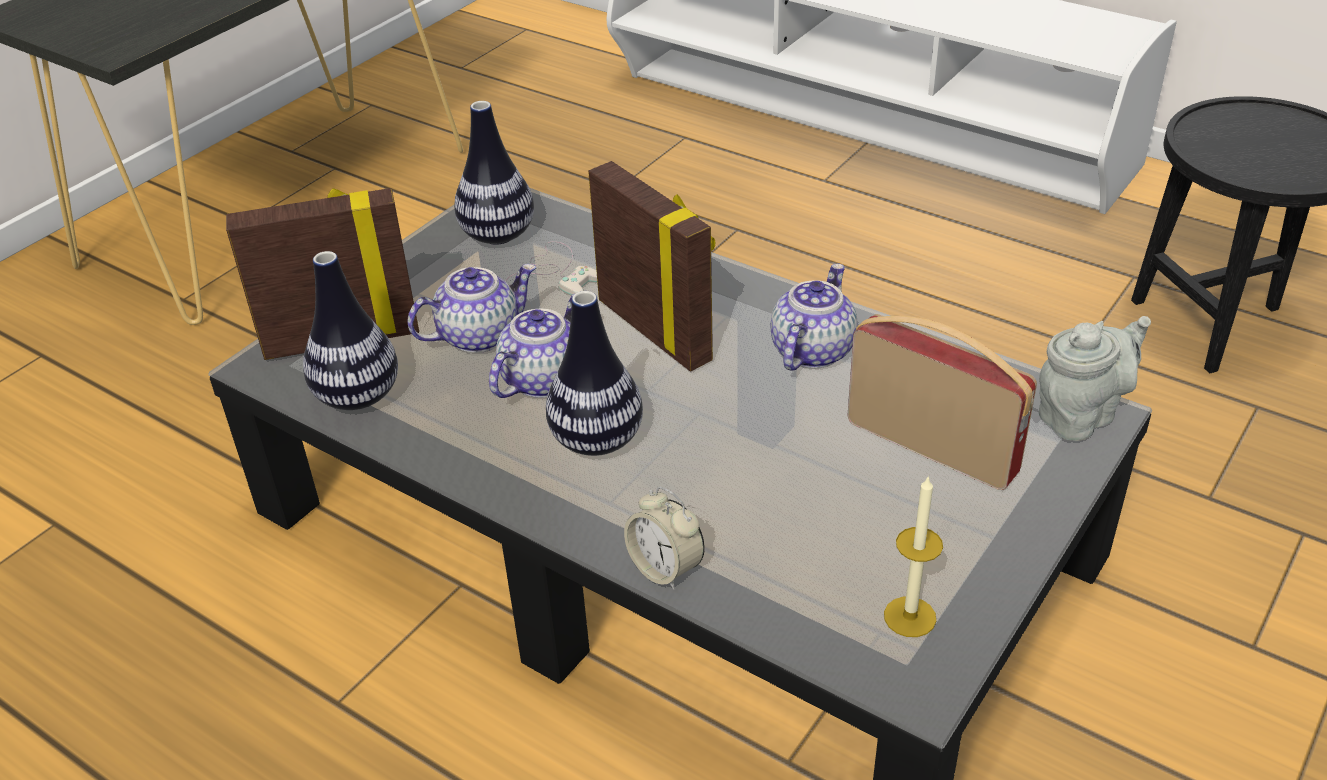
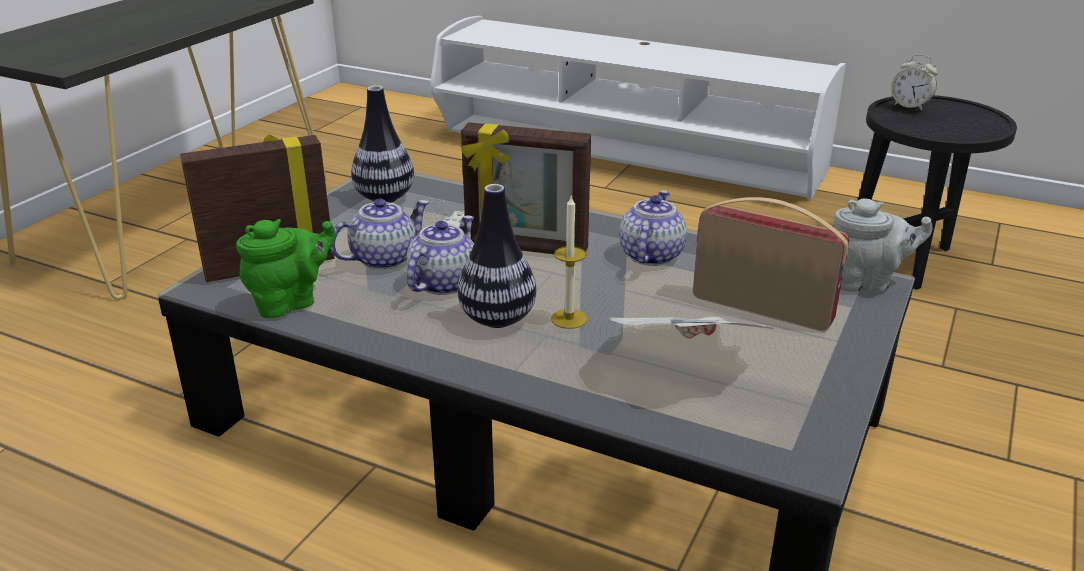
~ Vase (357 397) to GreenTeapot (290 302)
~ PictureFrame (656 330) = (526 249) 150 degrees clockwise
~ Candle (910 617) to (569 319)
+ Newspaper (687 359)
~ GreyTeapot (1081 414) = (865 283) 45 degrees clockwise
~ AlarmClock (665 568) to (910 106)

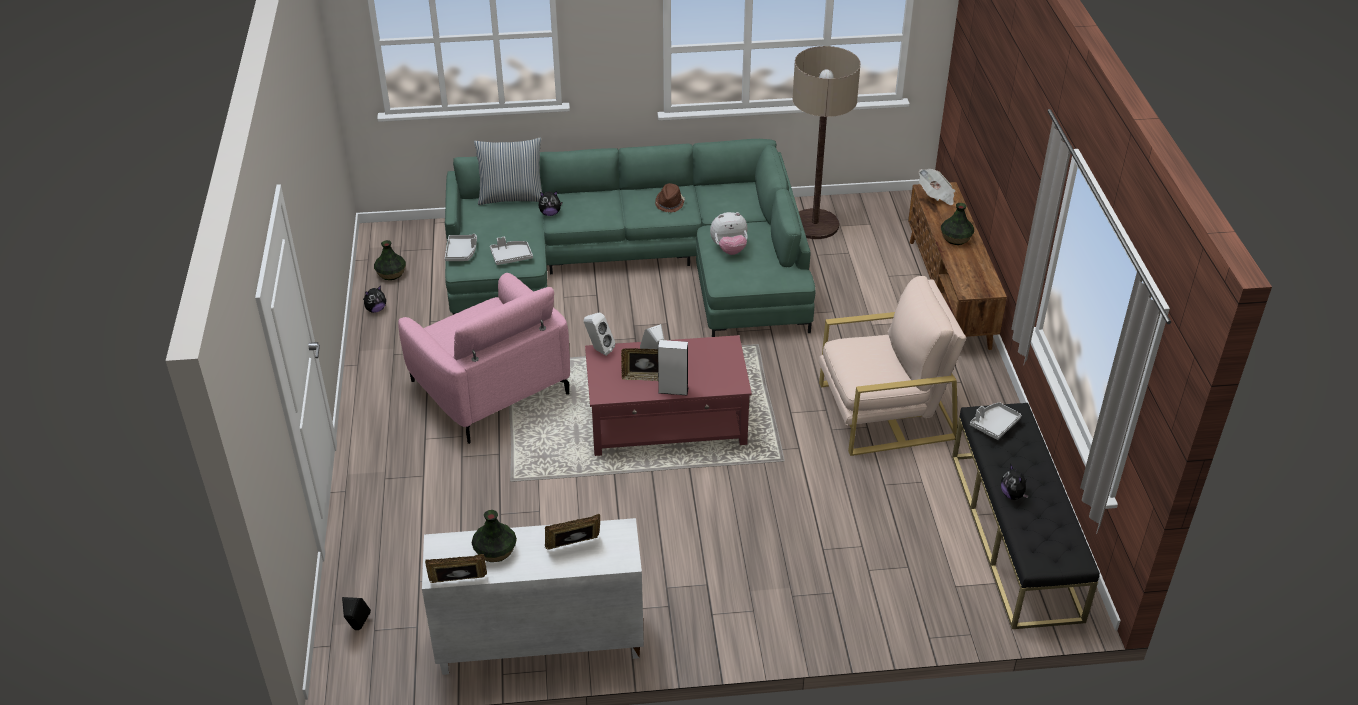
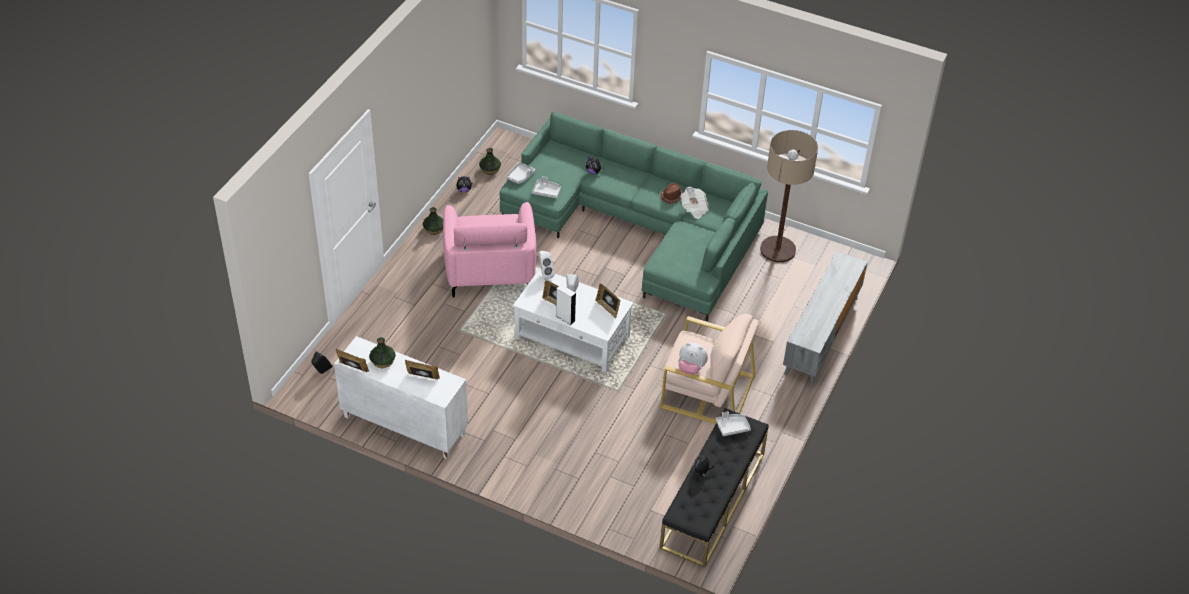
~ Vase (955 238) to (434 229)
~ RedCoffeeTable (668 422) to WhiteCoffeeTable (572 337)
+ PictureFrame (608 308)
~ PlushToy (729 249) to (691 368)
~ Newspaper (936 196) to (694 208)
~ BrownTvStand (949 293) to GreyTvStand (821 336)
- Pillow (511 197)

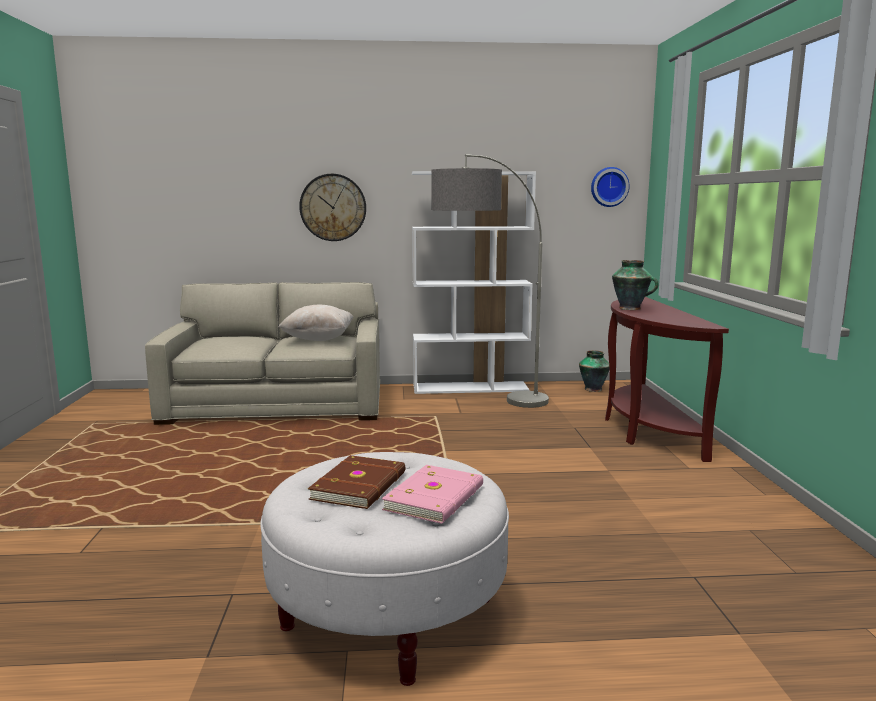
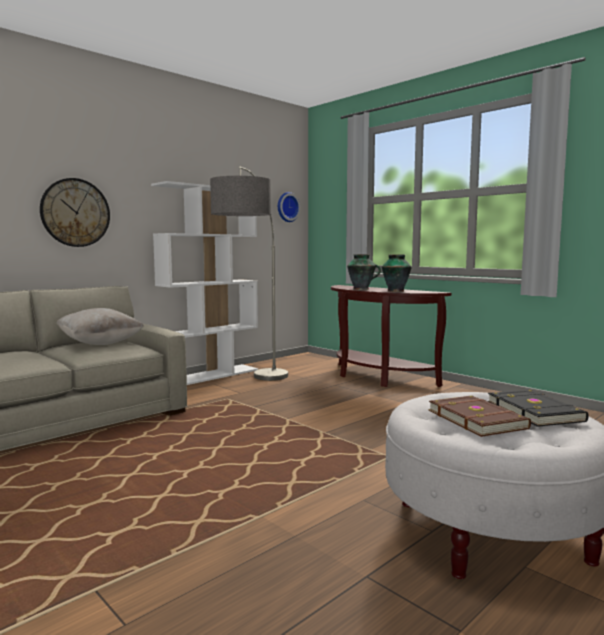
~ Vase (593 389) to (395 291)
~ PinkBook (436 498) to BlackBook (535 411)

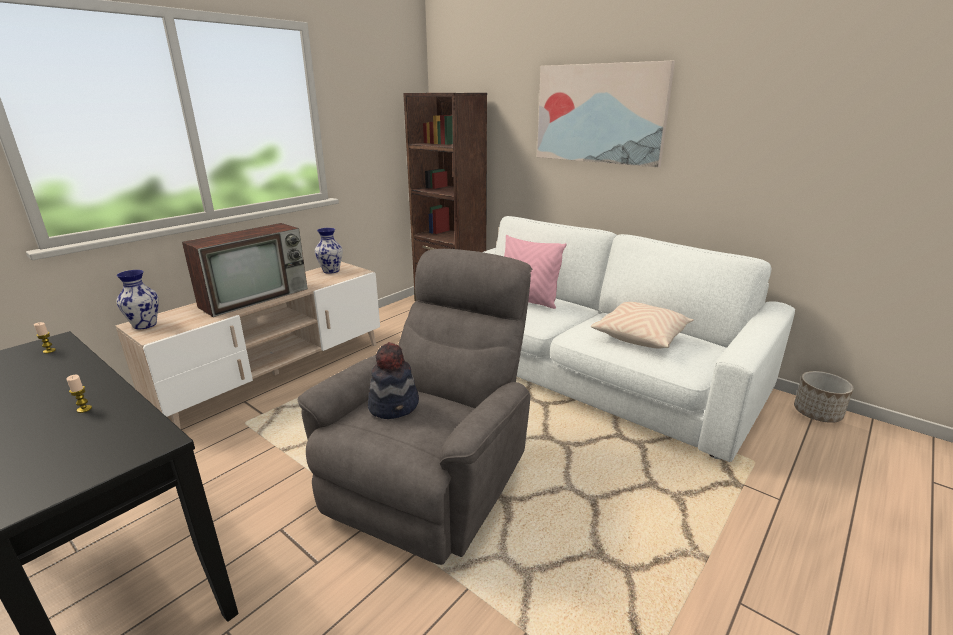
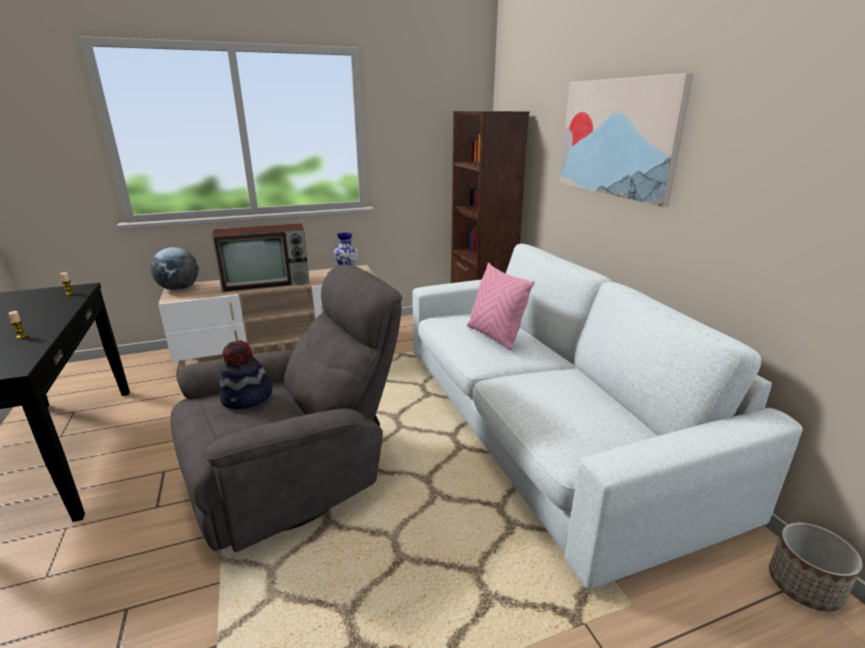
~ Vase (145 325) to Globe (179 289)
- BeigePillow (641 336)

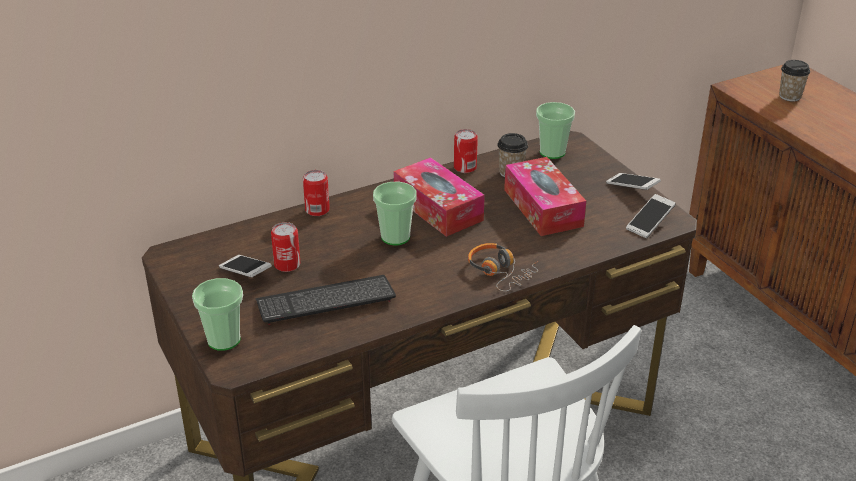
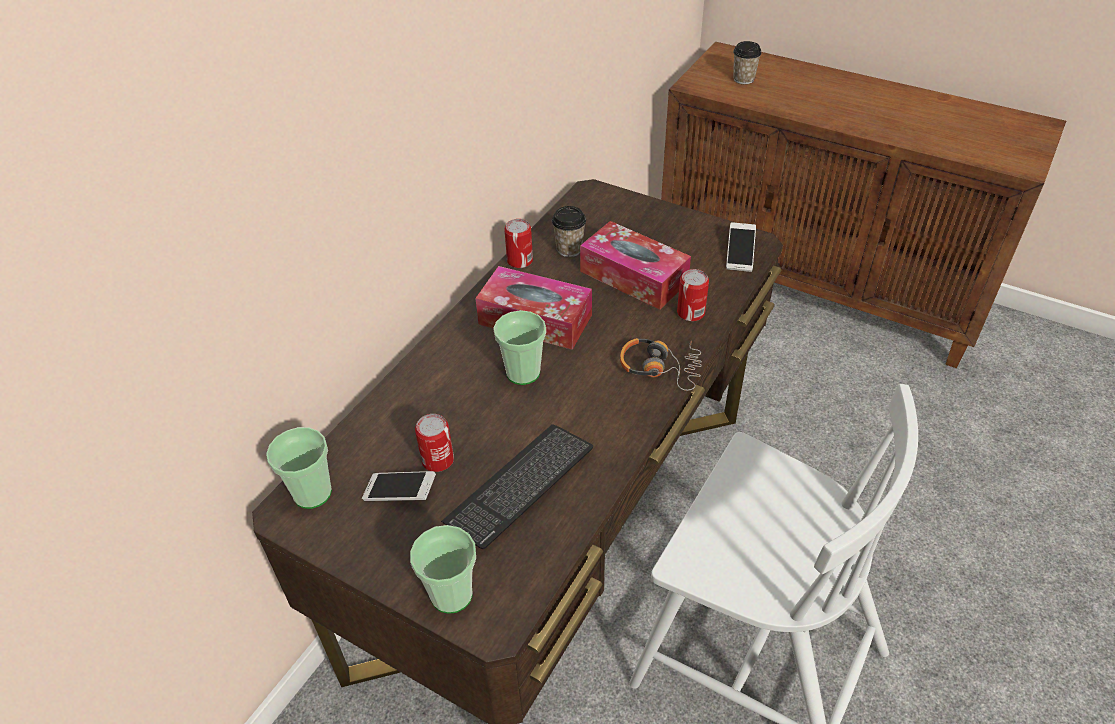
~ Cup (552 152) to (312 493)
~ Can (317 210) to (690 313)
- Phone (632 188)

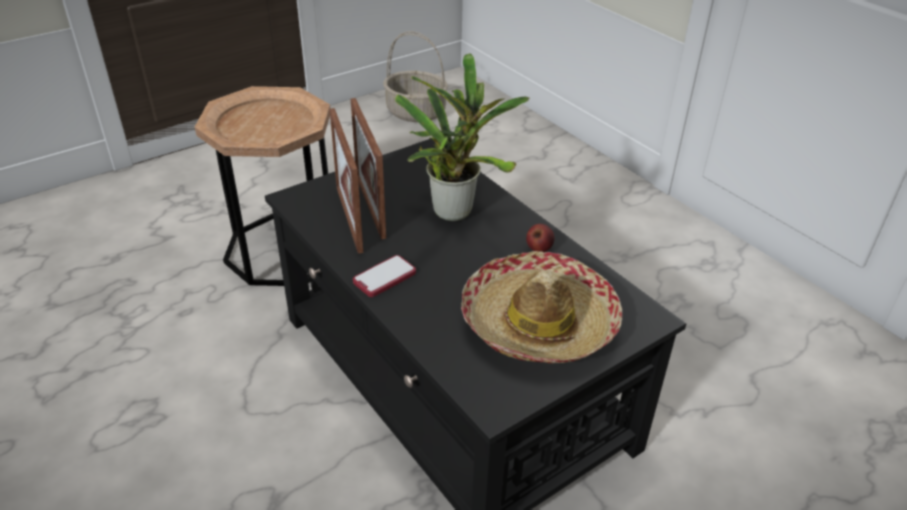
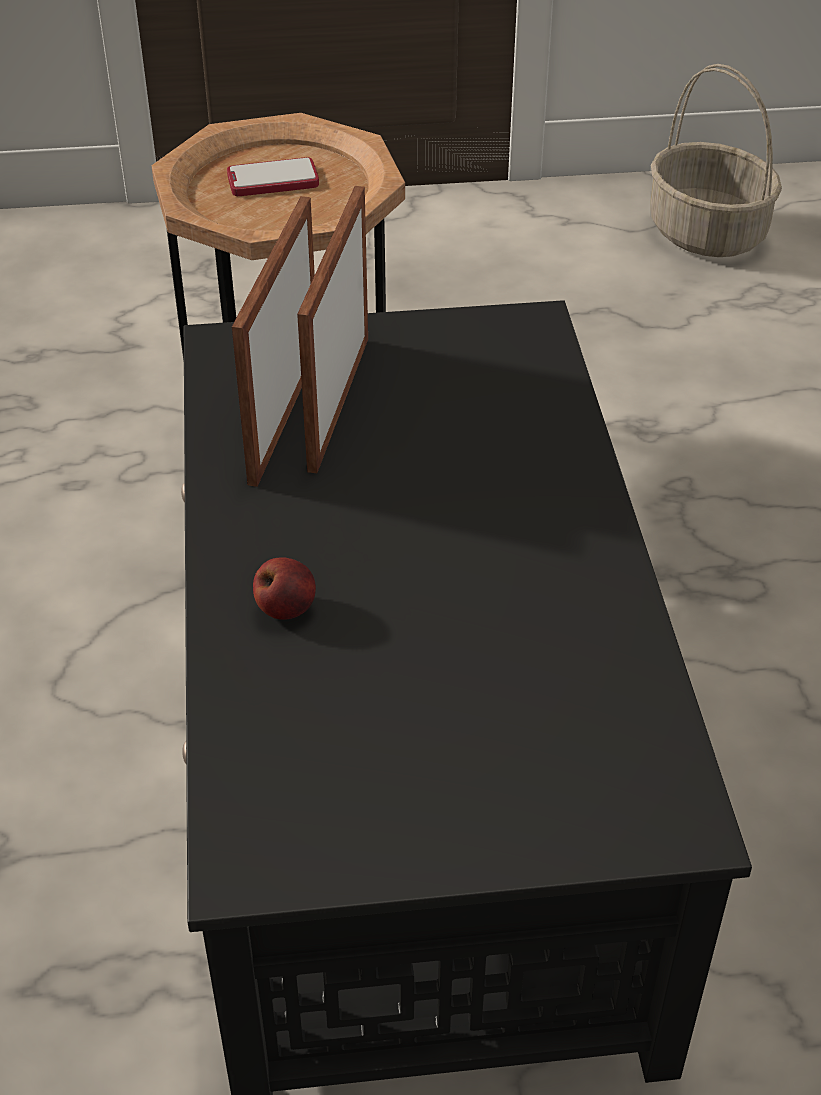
~ Phone (384 277) to (273 180)
~ Apple (538 249) to (285 609)
- PottedPlant (455 209)
- Hat (539 322)

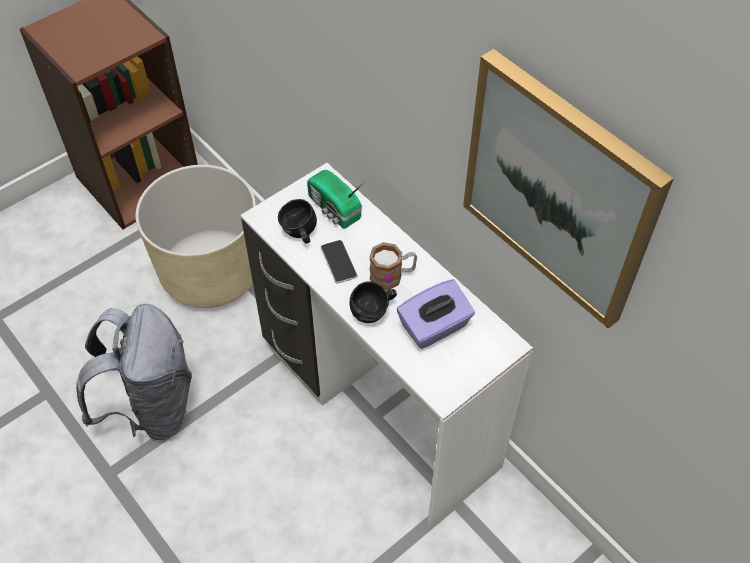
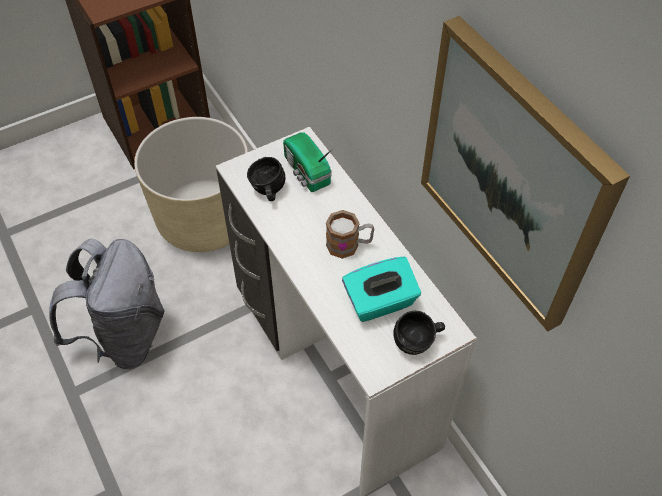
~ PurpleTissueBox (434 327) to TurquoiseTissueBox (380 302)
~ BlackMug (374 312) to (418 343)
- Phone (338 262)

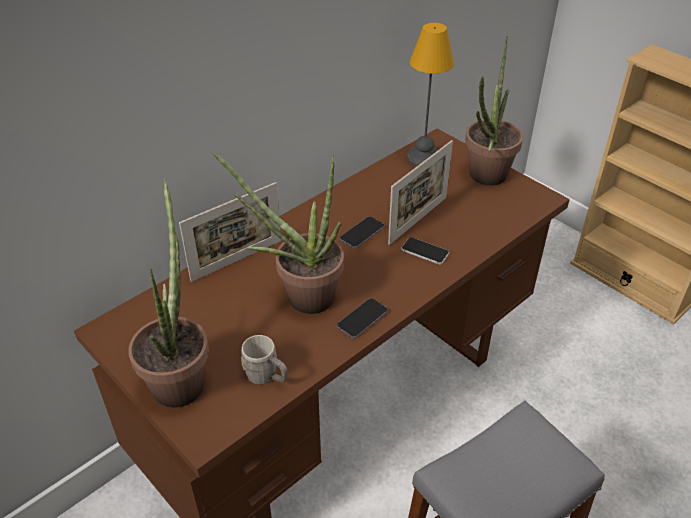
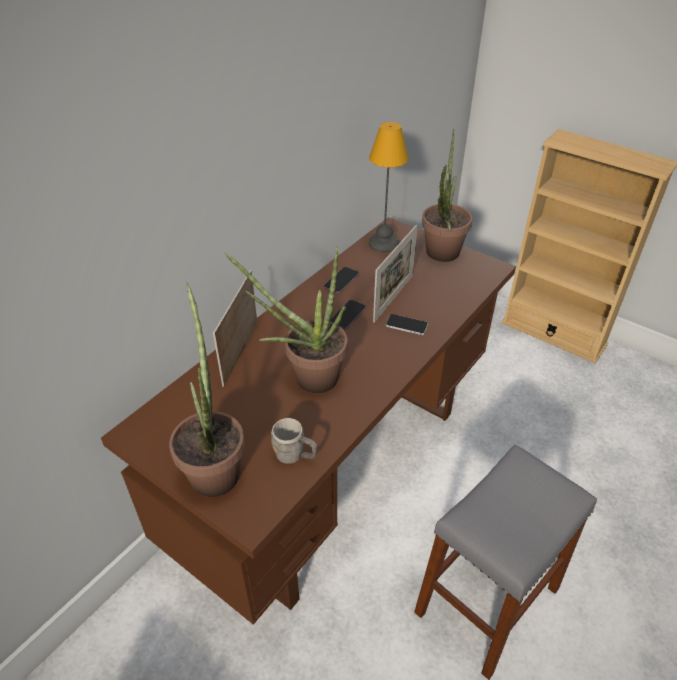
~ PictureFrame (237 260) = (240 353) 150 degrees clockwise
~ Phone (362 319) to (341 281)

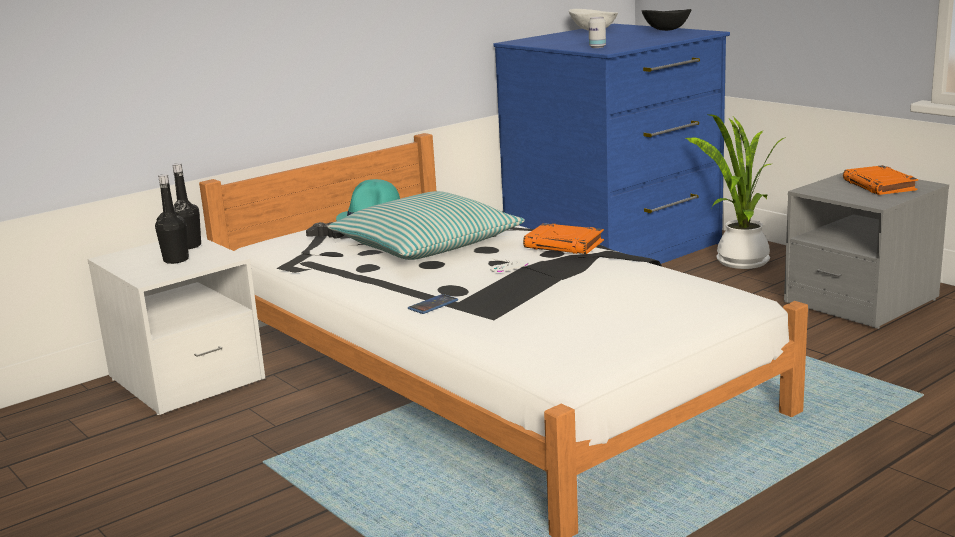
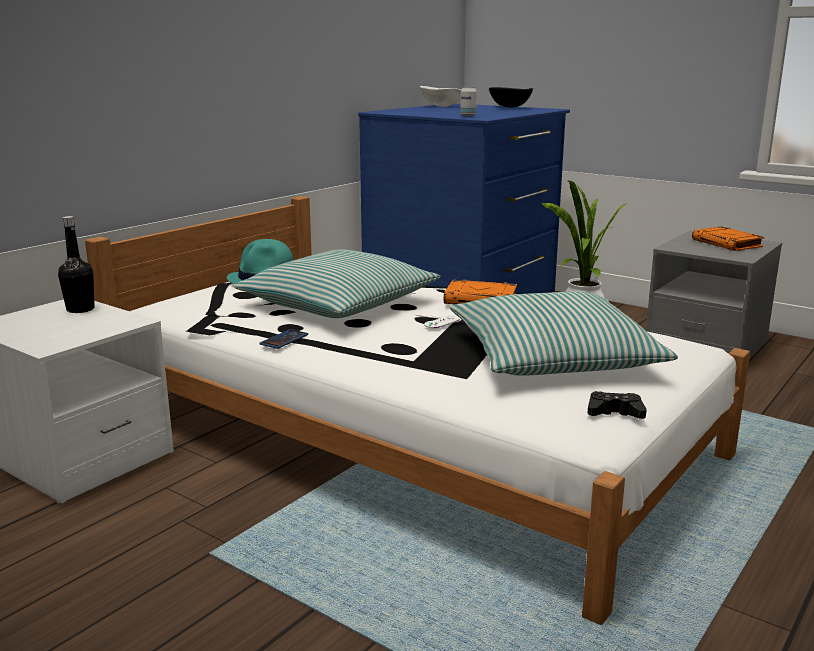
~ Phone (433 305) to (284 340)
+ Pillow (553 357)
~ BlackGameController (327 236) to (614 413)
- BlackBottle (176 260)

